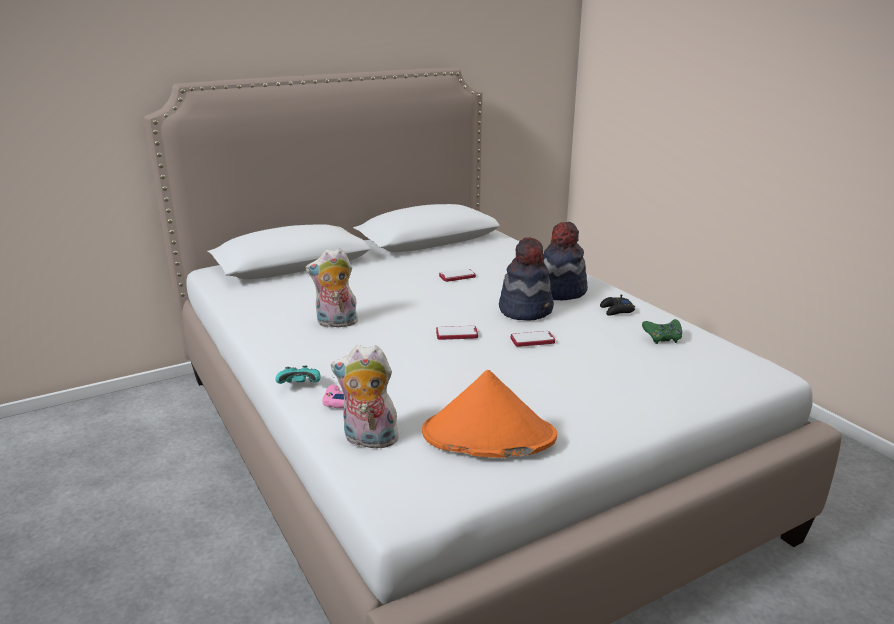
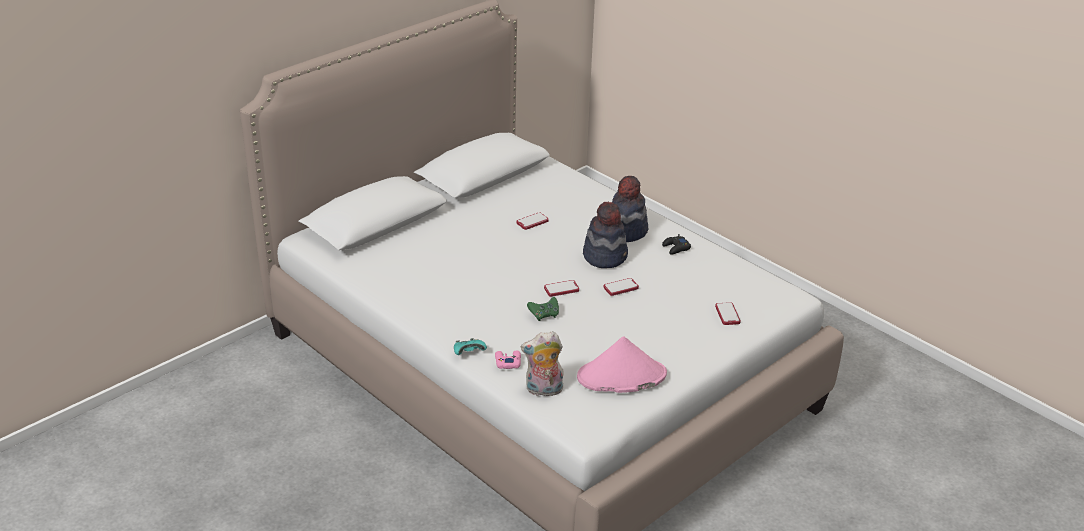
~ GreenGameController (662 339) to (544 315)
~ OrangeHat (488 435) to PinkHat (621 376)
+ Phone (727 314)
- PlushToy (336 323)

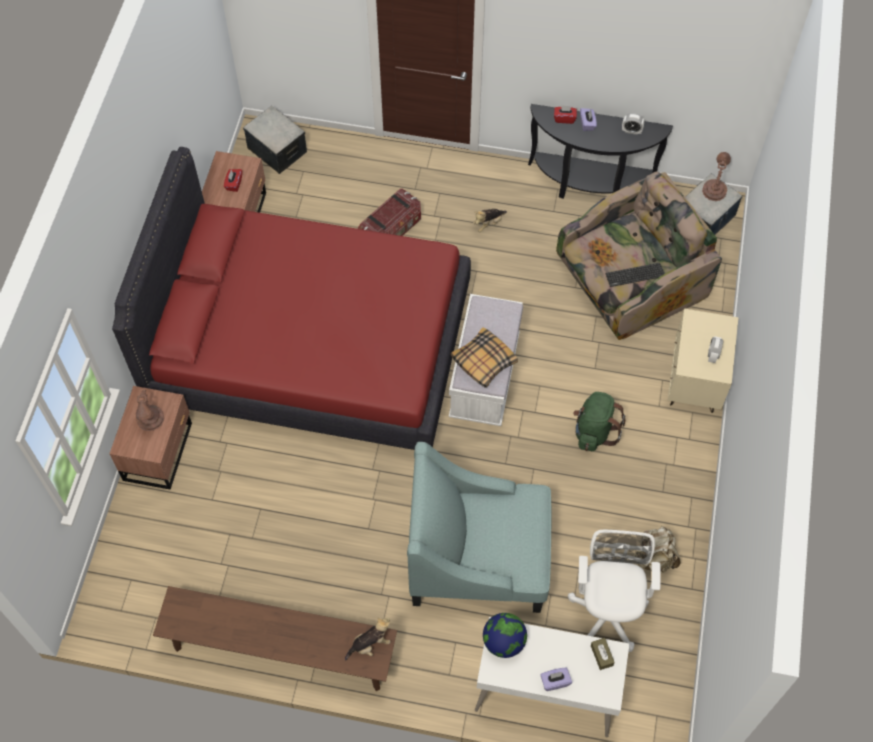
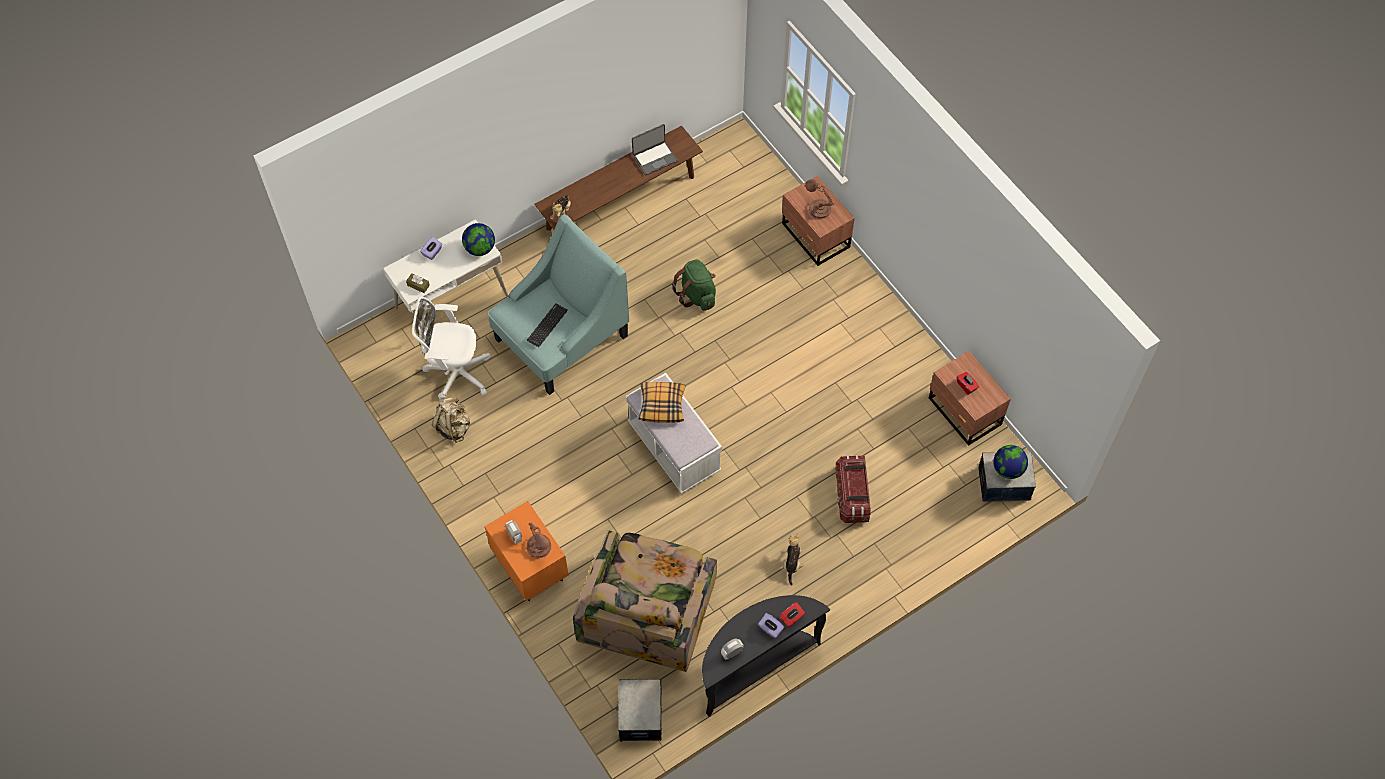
~ WhiteOfficeChair (607 611) = (455 372) 135 degrees clockwise
~ BeigeNightstand (694 382) to OrangeNightstand (530 568)
~ BrownTableLamp (714 189) to (540 548)
~ Keyboard (635 275) to (547 325)
+ Laptop (654 158)
~ GreenBackpack (594 431) to (696 295)
+ Globe (1008 469)
- RedBed (311 348)

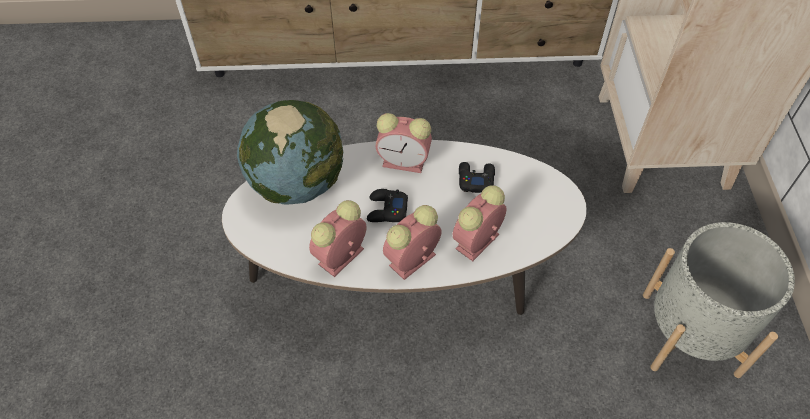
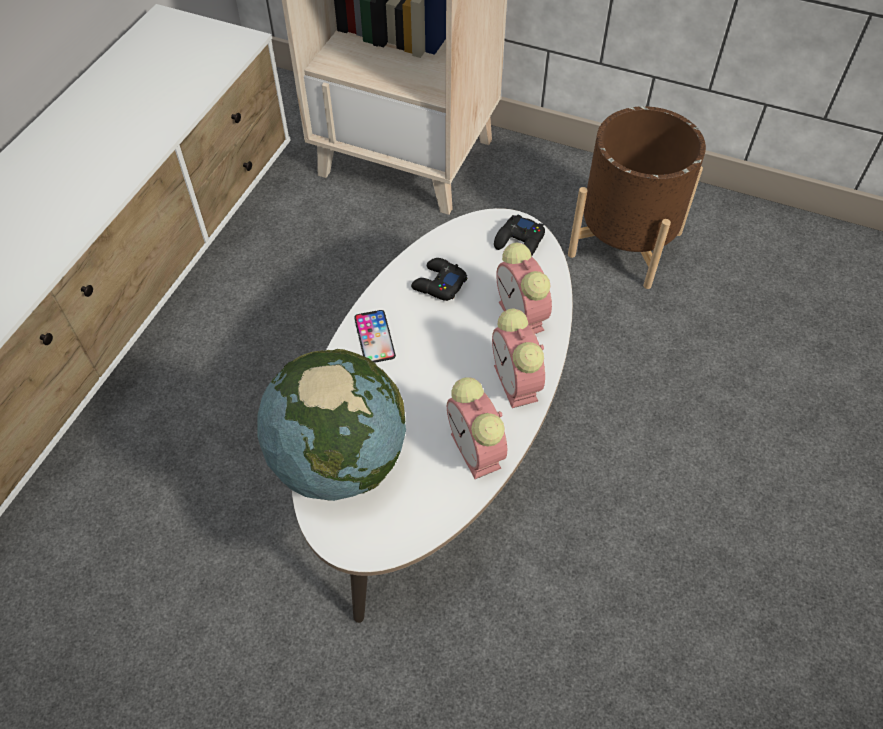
~ AlarmClock (405 162) to Phone (374 337)
~ BlackGameController (386 210) to (519 242)
~ GreyPlanter (690 333) to BrownPlanter (625 244)

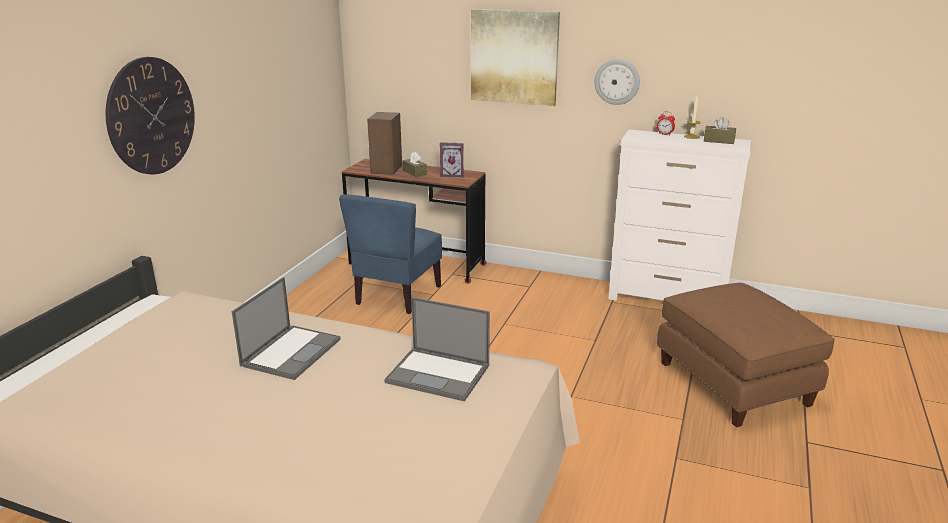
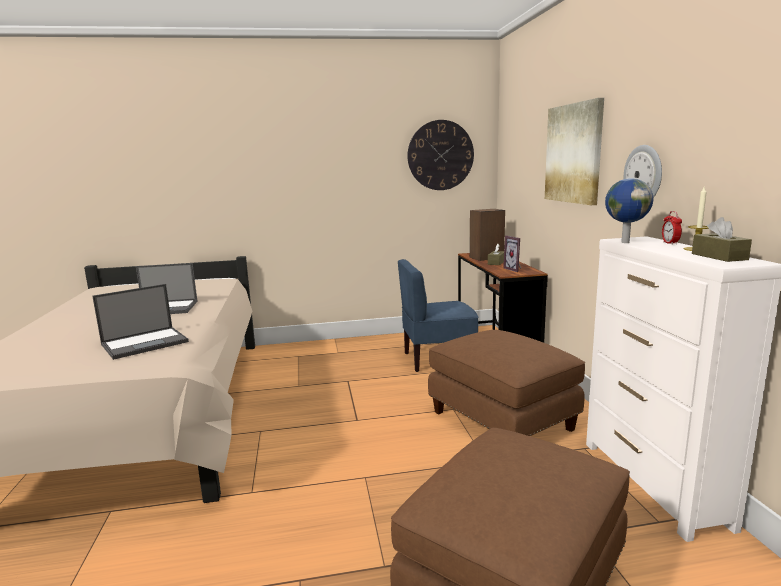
~ Laptop (439 374) = (146 343) 120 degrees counterclockwise
~ WallClock (151 116) to (440 155)
+ BrownOttoman (503 420)
+ Globe (624 242)

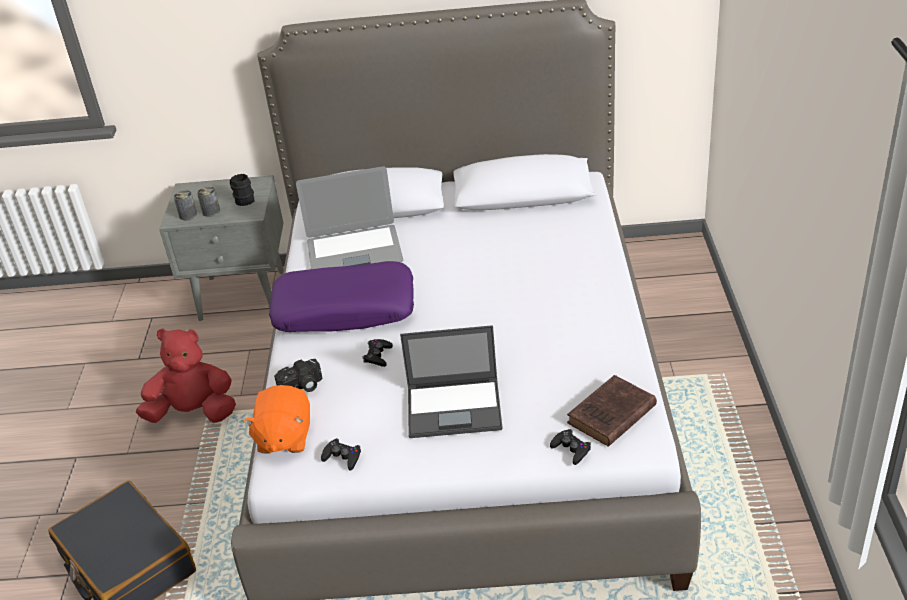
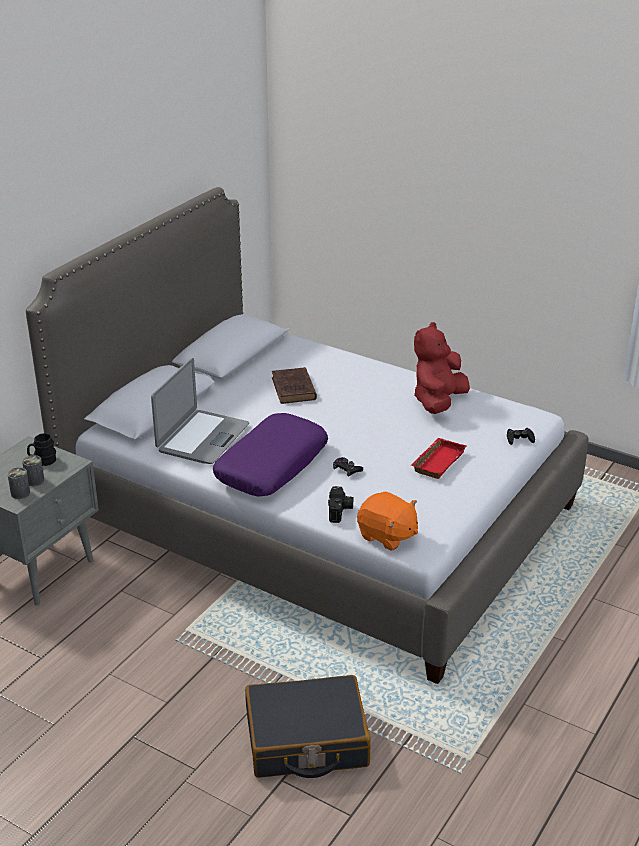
~ BrownBook (610 416) to (294 390)
~ Laptop (455 408) to RedTray (437 461)
~ RedPlushToy (194 413) to (438 402)
- BlackGameController (342 457)

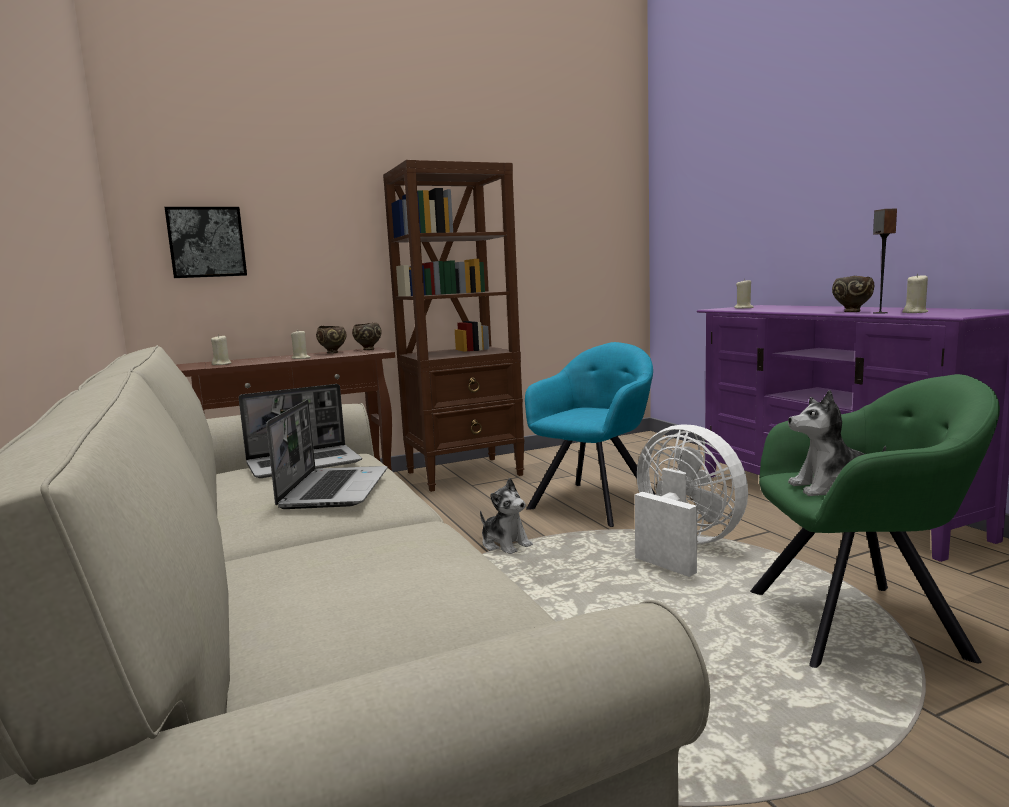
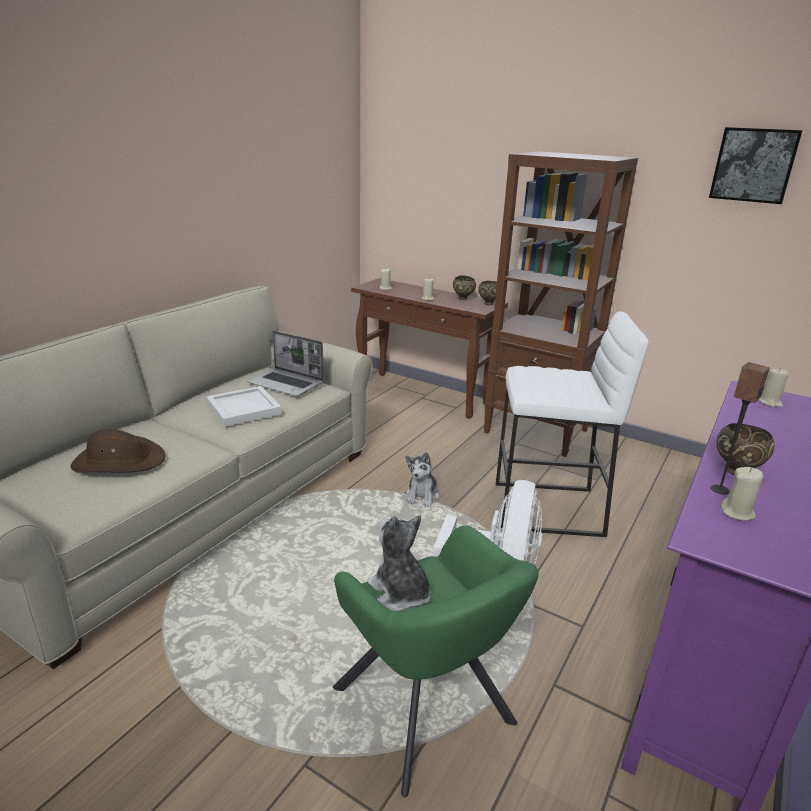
+ BrownHat (119 462)
~ Laptop (334 489) to WhiteTray (244 408)
~ TurquoiseArmchair (595 501) to WhiteStool (547 509)
~ Picture (206 242) to (754 165)

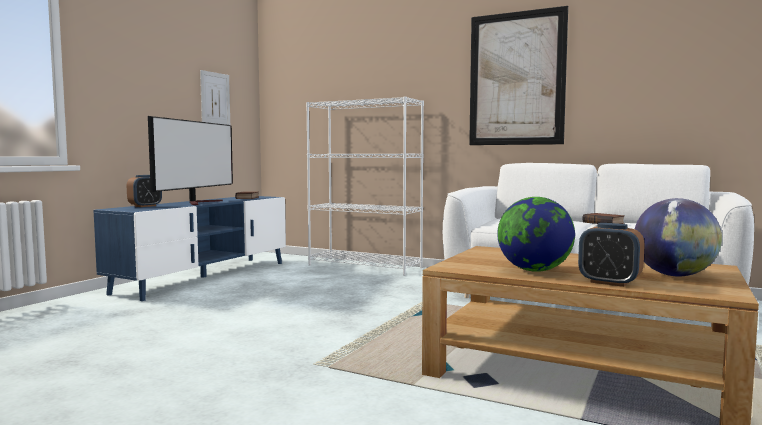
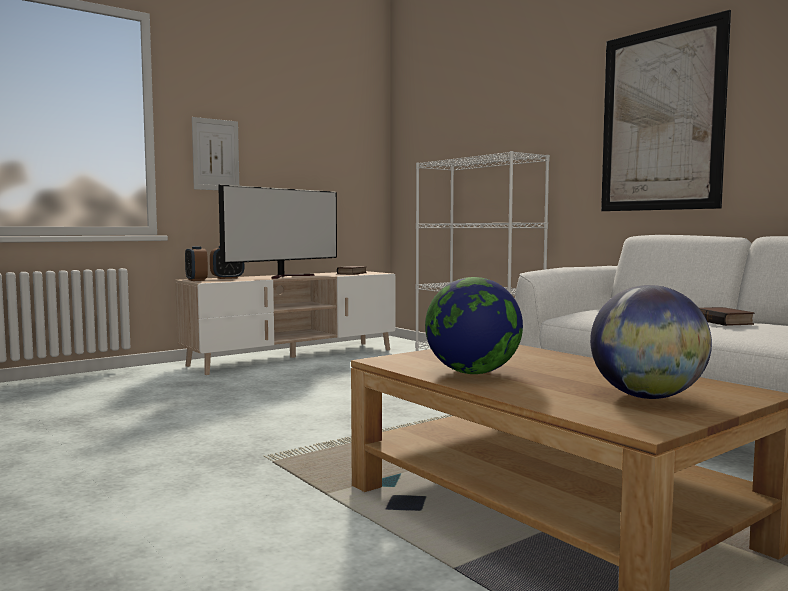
~ BlueTvStand (205 277) to BeigeTvStand (294 357)
~ AlarmClock (609 282) to (196 280)
~ Picture (215 101) to (215 155)

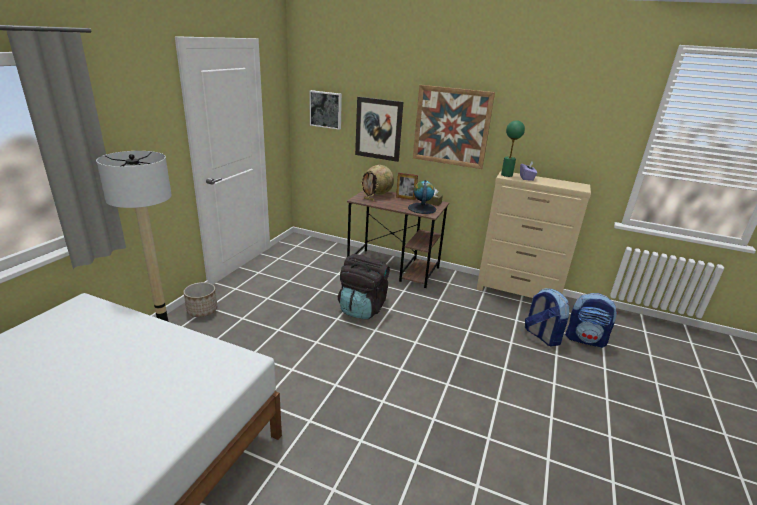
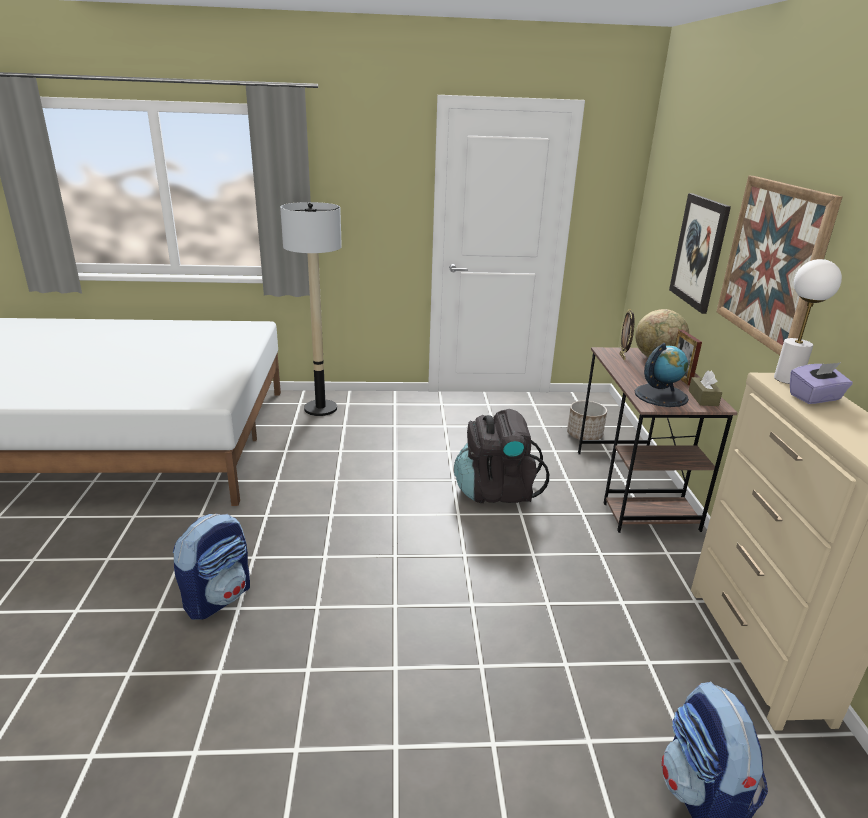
~ Backpack (541 336) to (218 597)
~ Planter (202 310) to (584 435)
~ GreenTableLamp (506 175) to WhiteTableLamp (787 379)
- Picture (326 109)

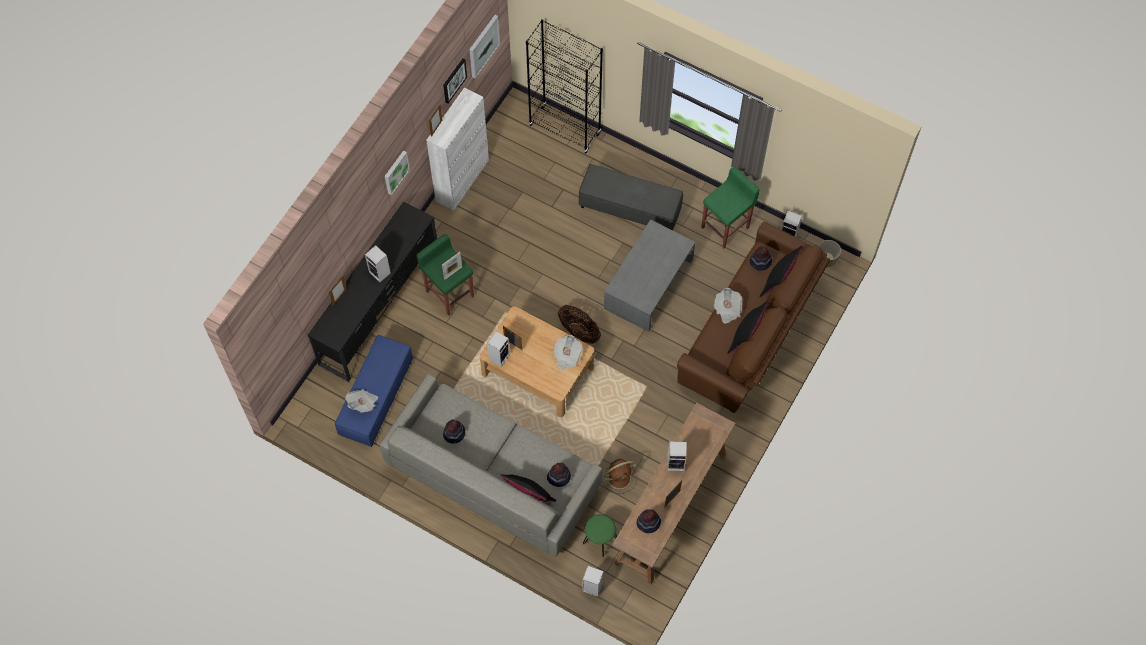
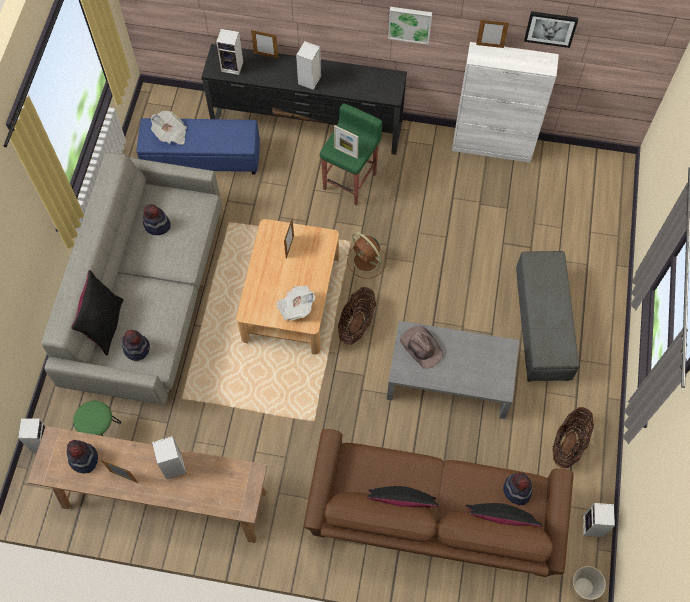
~ Speaker (499 356) to (233 66)
~ BrownFan (620 477) to (367 261)
+ BrownHat (421 347)
~ GreenStool (726 227) to Basket (568 444)
- Picture (483 46)
- BlackBookcase (565 129)
- Newspaper (727 309)

